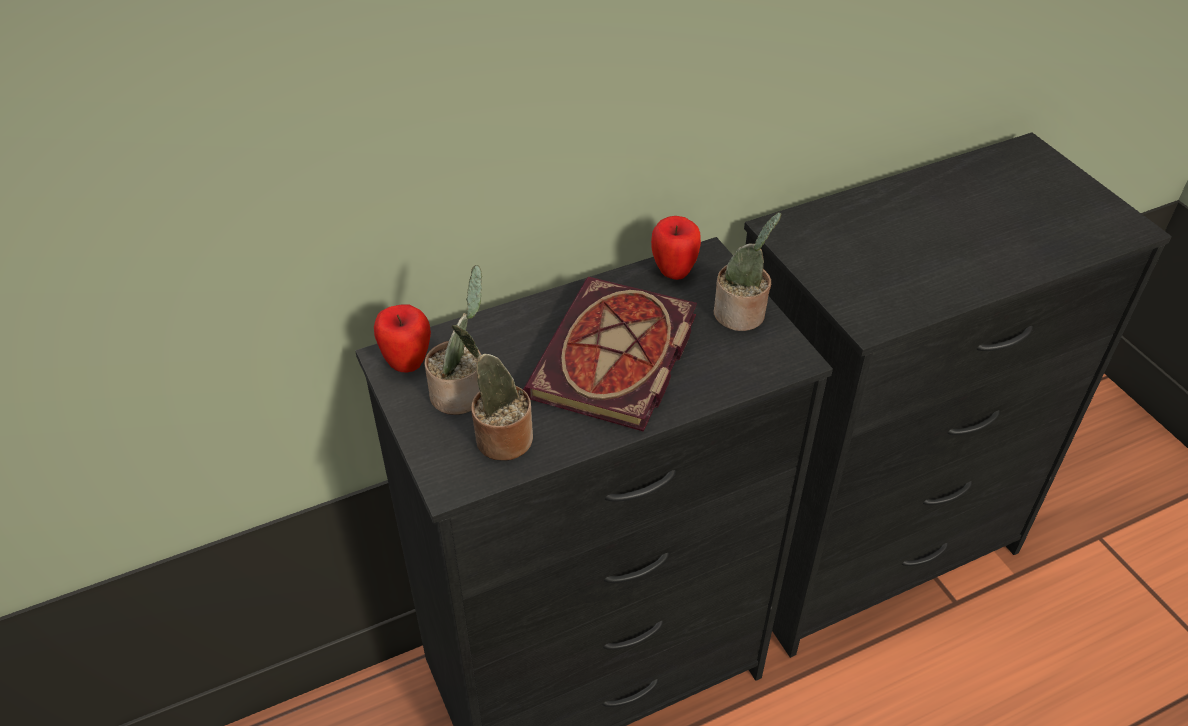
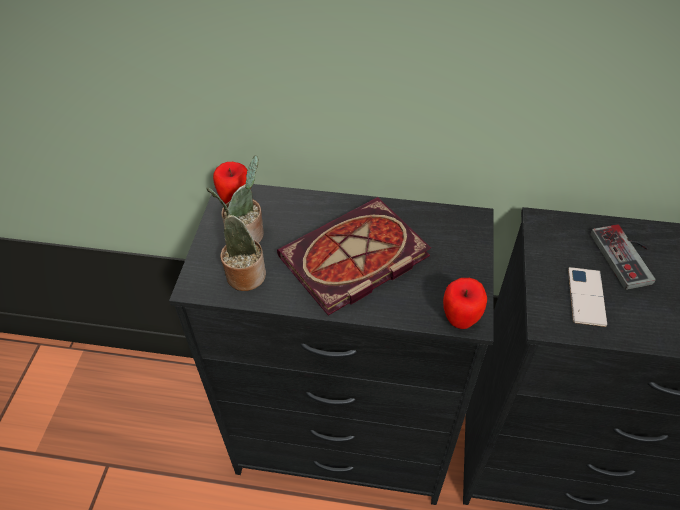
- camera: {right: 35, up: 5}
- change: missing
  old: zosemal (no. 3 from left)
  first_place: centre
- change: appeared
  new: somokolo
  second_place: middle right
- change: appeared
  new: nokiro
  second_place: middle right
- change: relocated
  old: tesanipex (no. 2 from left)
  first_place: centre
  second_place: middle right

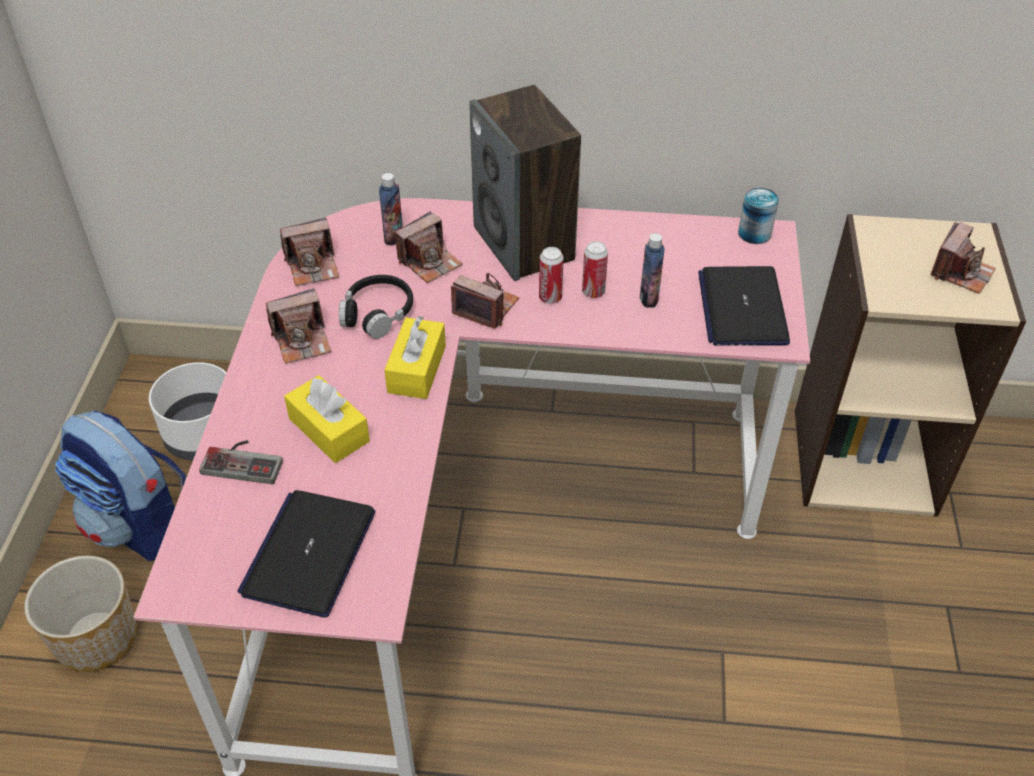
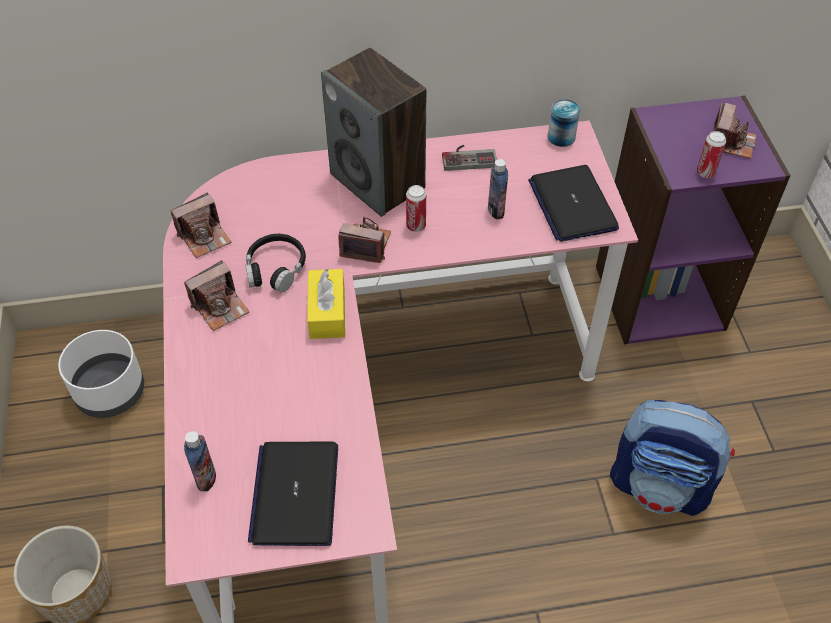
- camera: {right: -15, up: 5}
- change: missing
  old: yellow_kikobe (no. 1 from left)
  first_place: middle left
- change: missing
  old: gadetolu (no. 3 from left)
  first_place: top centre
- change: relocated
  old: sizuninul
  first_place: middle left
  second_place: bottom right
- change: relocated
  old: nokiro
  first_place: middle left
  second_place: top centre
- change: relocated
  old: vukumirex (no. 1 from left)
  first_place: top centre
  second_place: bottom left
- change: relocated
  old: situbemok (no. 2 from left in the first image)
  new: situbemok (no. 3 from left)
  first_place: centre
  second_place: top right
- change: colour
  old: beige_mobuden
  new: purple_mobuden
  first_place: middle right
  second_place: middle right

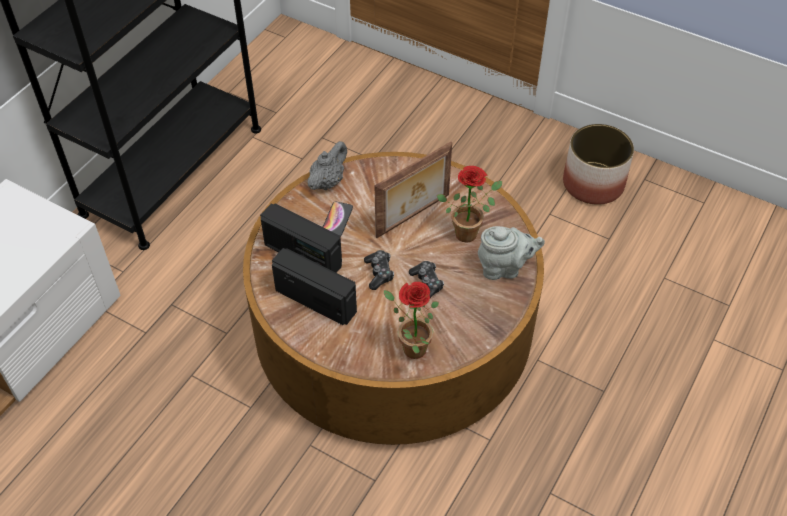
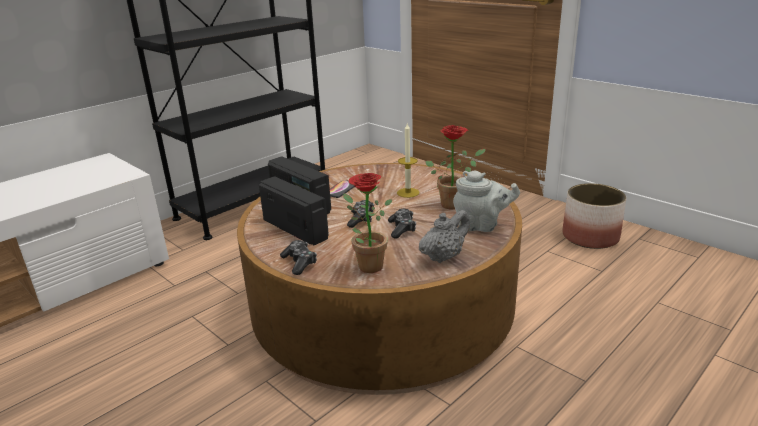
- camera: {right: 15, up: -25}
- change: appeared
  new: nokiro (no. 1 from left)
  second_place: centre
- change: relocated
  old: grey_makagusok (no. 1 from left)
  first_place: top centre
  second_place: centre
- change: exchanged
  old: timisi
  new: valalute
  first_place: centre
  second_place: centre

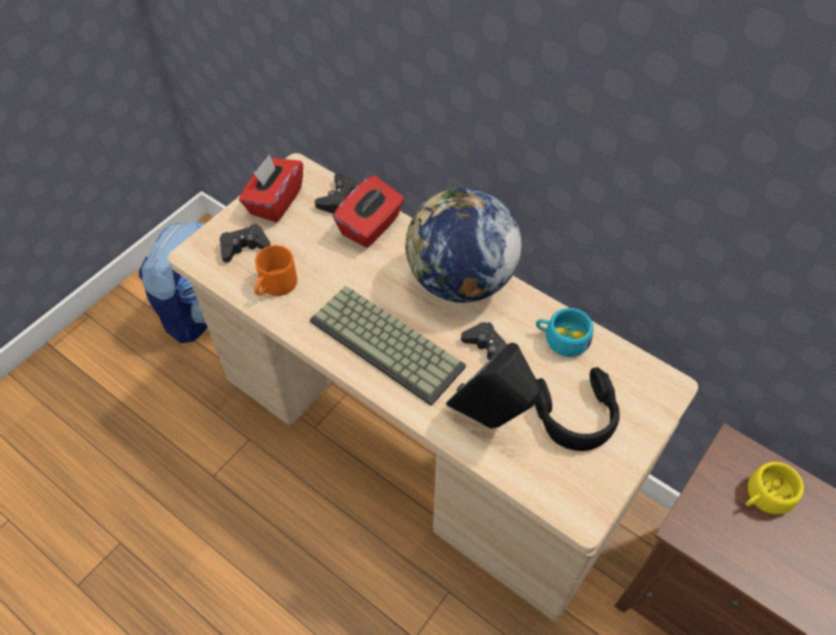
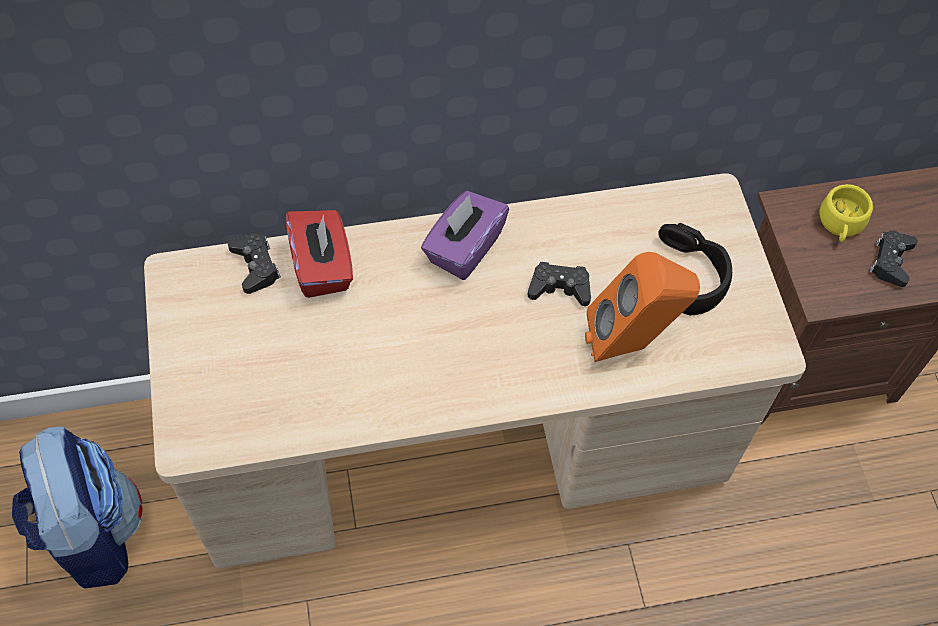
- camera: {right: -50, up: 5}
- change: missing
  old: red_kikobe (no. 1 from left)
  first_place: top left
- change: missing
  old: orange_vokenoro
  first_place: middle left
- change: missing
  old: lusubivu
  first_place: centre
- change: missing
  old: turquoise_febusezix
  first_place: middle right
- change: relocated
  old: black_nokiro (no. 1 from left in the first image)
  new: black_nokiro (no. 3 from left)
  first_place: middle left
  second_place: middle right
- change: exchanged
  old: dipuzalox
  new: purple_kikobe
  first_place: centre
  second_place: centre
- change: colour
  old: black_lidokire
  new: orange_lidokire
  first_place: centre
  second_place: middle right

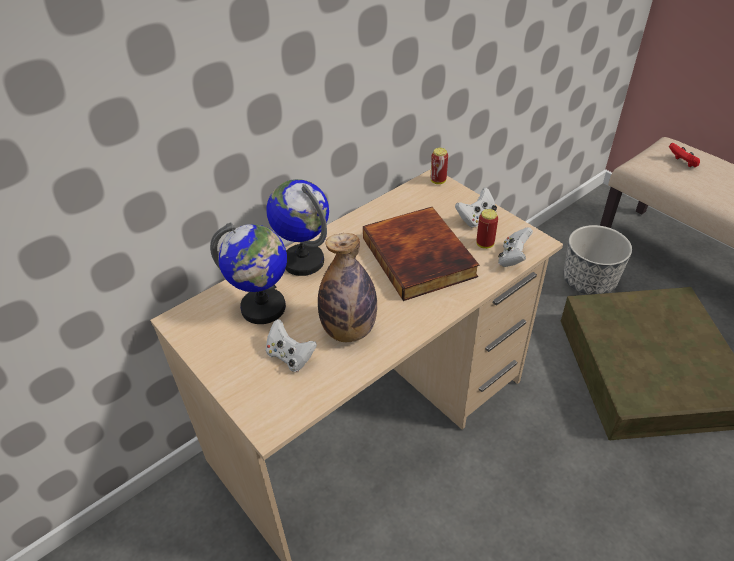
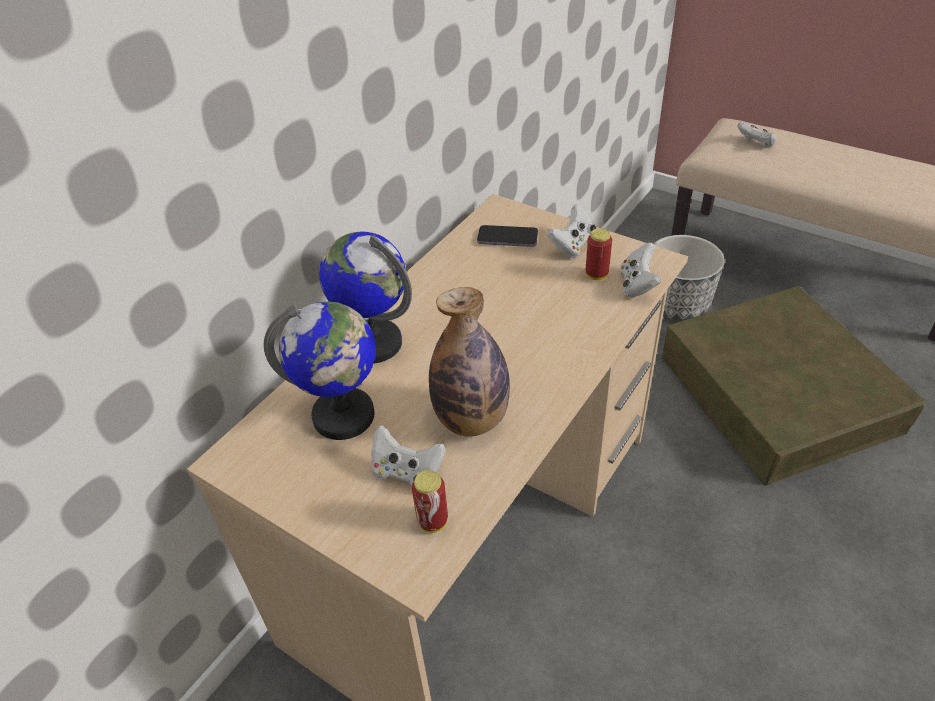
- camera: {right: -15, up: 0}
- change: missing
  old: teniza
  first_place: centre
- change: appeared
  new: somokolo
  second_place: centre
- change: relocated
  old: situbemok (no. 1 from left)
  first_place: top centre
  second_place: bottom centre
- change: colour
  old: red_nokiro
  new: white_nokiro (no. 4 from left)
  first_place: top right
  second_place: top right

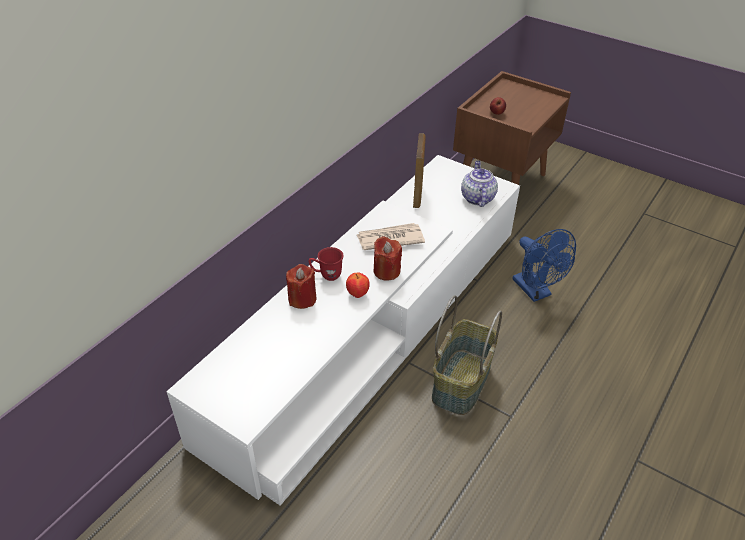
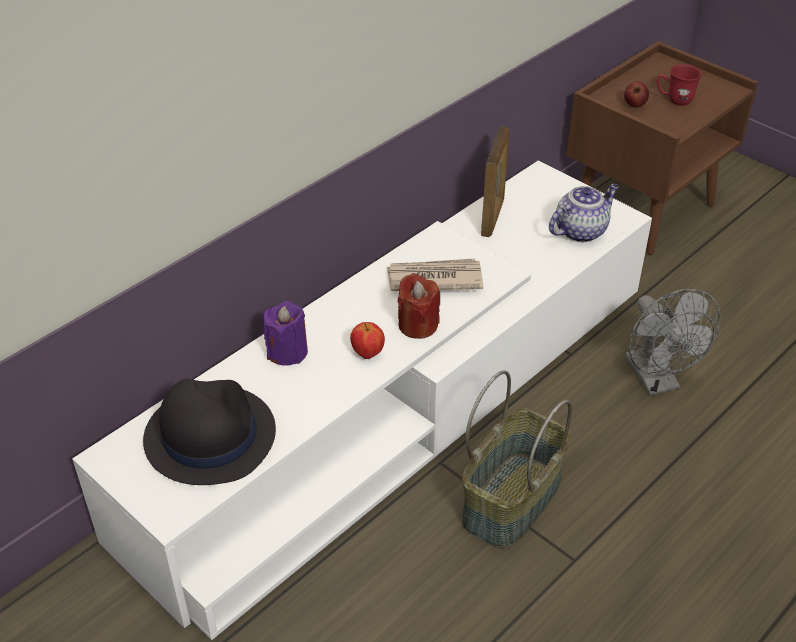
- camera: {right: 10, up: 0}
- change: appeared
  new: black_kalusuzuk
  second_place: bottom left
- change: relocated
  old: red_vokenoro
  first_place: centre
  second_place: top right
- change: colour
  old: red_valalute (no. 1 from left)
  new: purple_valalute
  first_place: centre
  second_place: centre
- change: colour
  old: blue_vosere
  new: grey_vosere
  first_place: middle right
  second_place: middle right
- change: spun
  old: makagusok
  first_place: centre
  second_place: top right
  degrees: 45

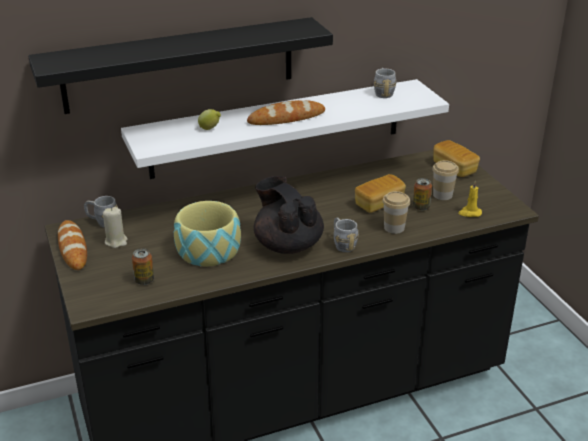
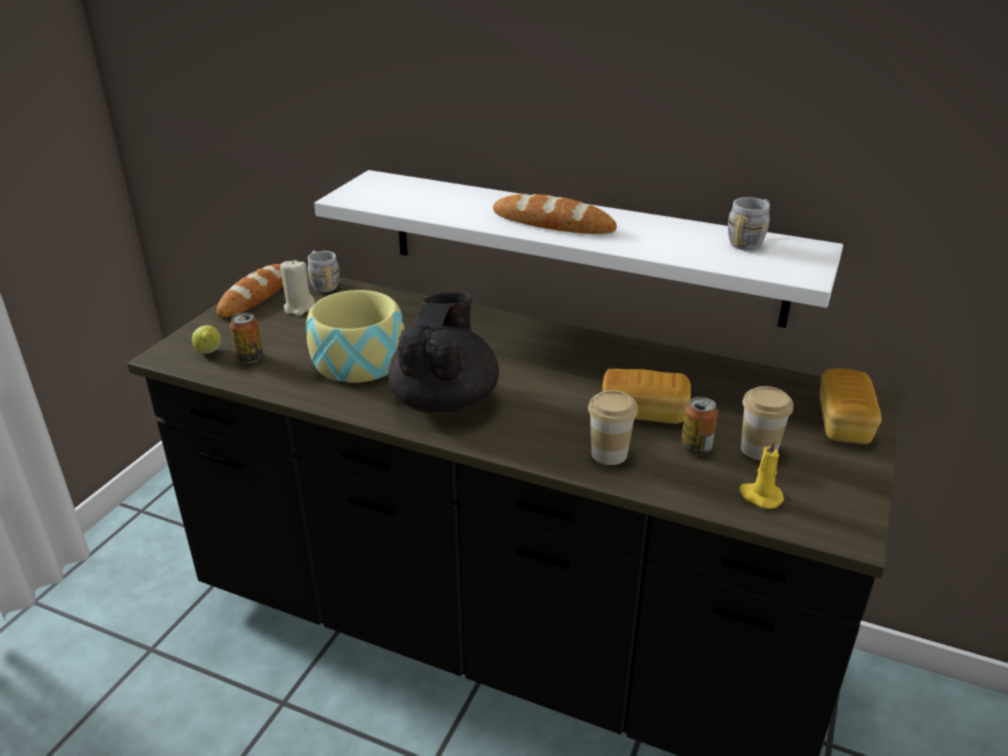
- camera: {right: 45, up: 0}
- change: missing
  old: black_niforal
  first_place: top left
- change: missing
  old: grey_vokenoro (no. 2 from left)
  first_place: centre
- change: relocated
  old: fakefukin
  first_place: top centre
  second_place: middle left

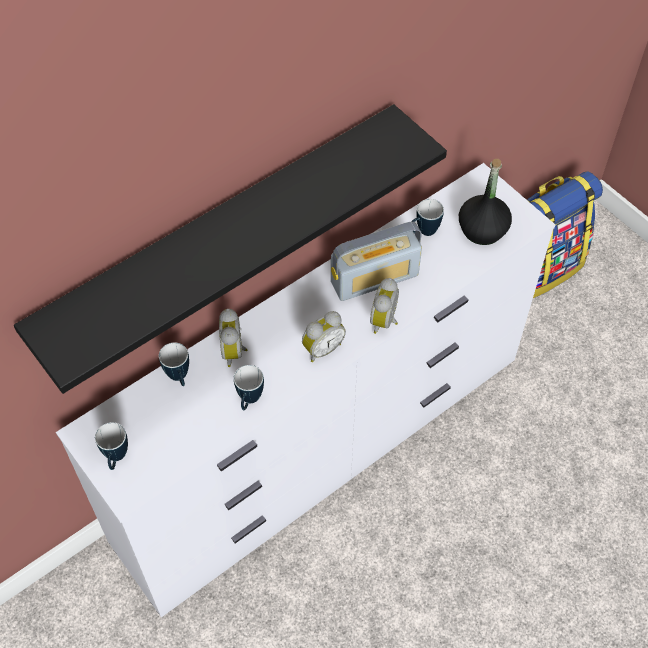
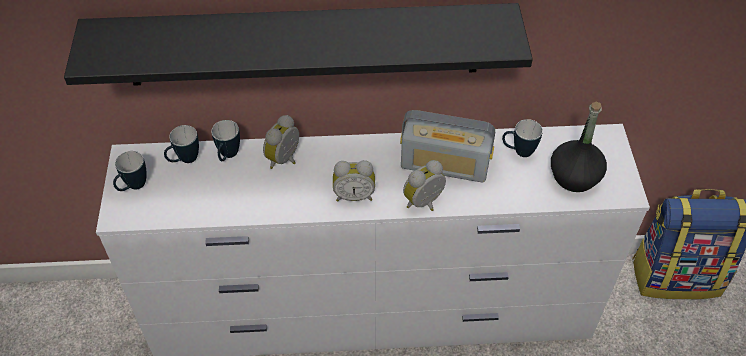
- camera: {right: 35, up: -5}
- change: relocated
  old: vokenoro (no. 3 from left in the first image)
  new: vokenoro (no. 2 from left)
  first_place: centre
  second_place: middle left

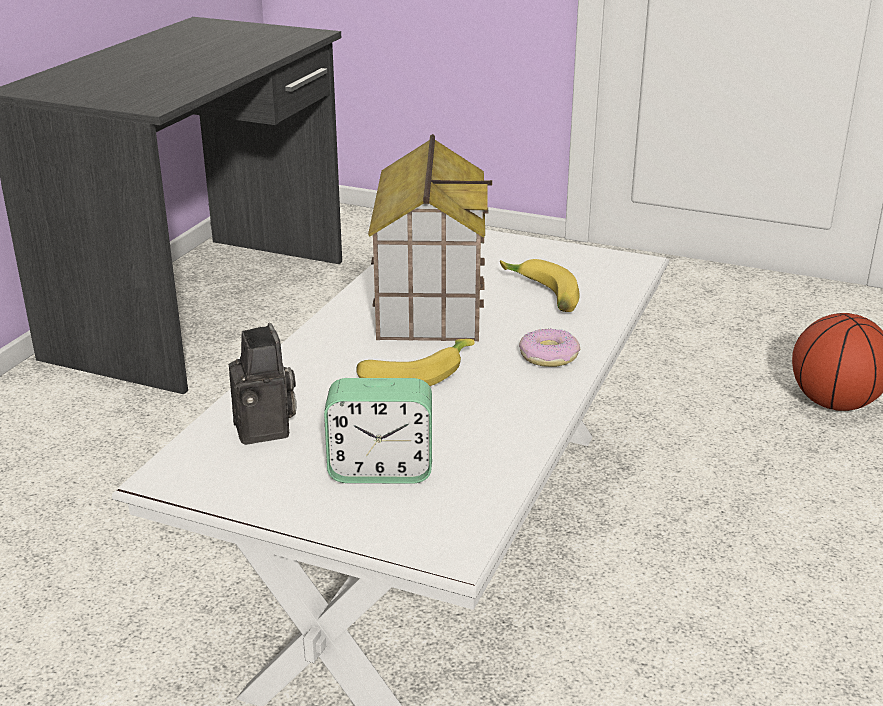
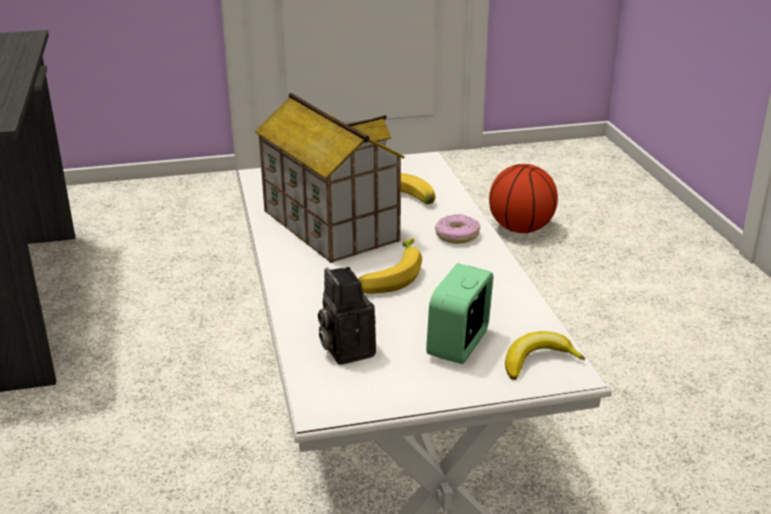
- camera: {right: -35, up: 0}
- change: appeared
  new: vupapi (no. 3 from left)
  second_place: bottom right
- change: spun
  old: gadetolu
  first_place: middle left
  second_place: centre
  degrees: -150
- change: spun
  old: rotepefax
  first_place: centre
  second_place: centre
  degrees: 150

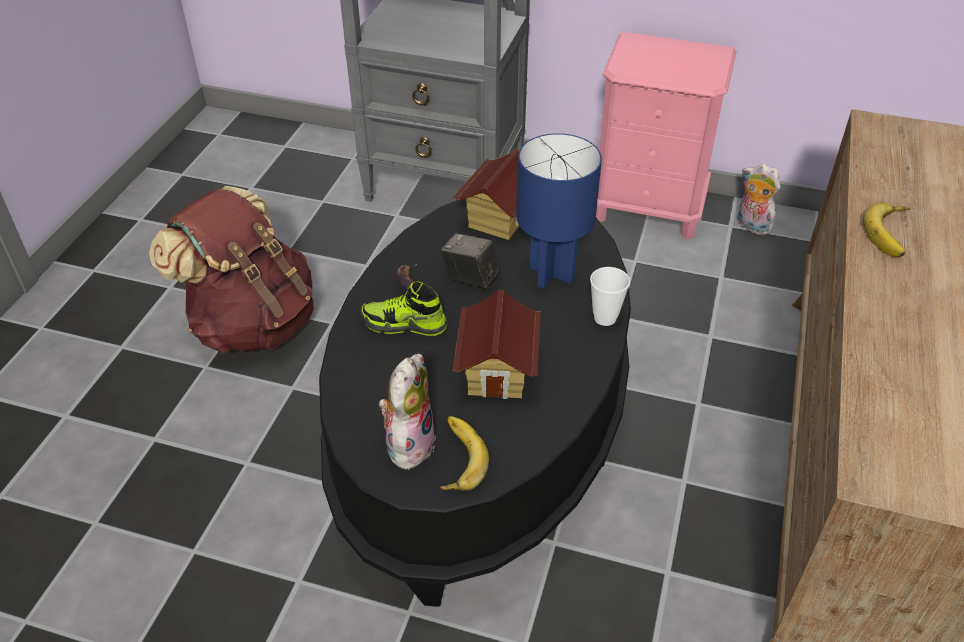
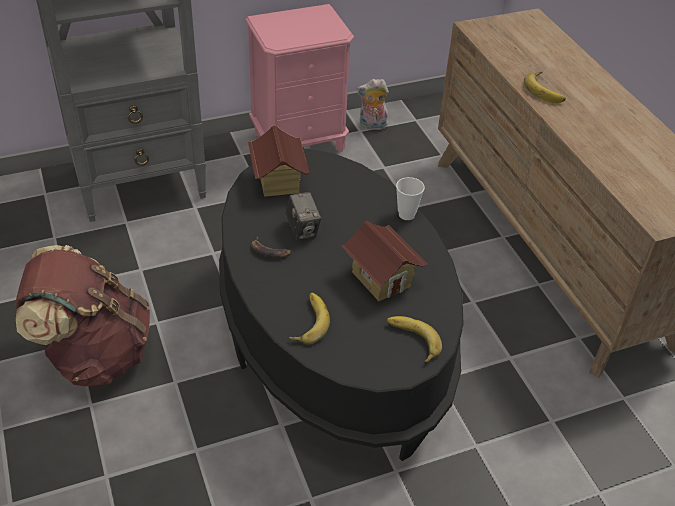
- camera: {right: -40, up: 0}
- change: missing
  old: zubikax
  first_place: centre
- change: missing
  old: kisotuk (no. 1 from left)
  first_place: centre
- change: missing
  old: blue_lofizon
  first_place: top centre
- change: appeared
  new: vupapi (no. 2 from left)
  second_place: centre
- change: spun
  old: gadetolu
  first_place: centre
  second_place: centre
  degrees: -105

